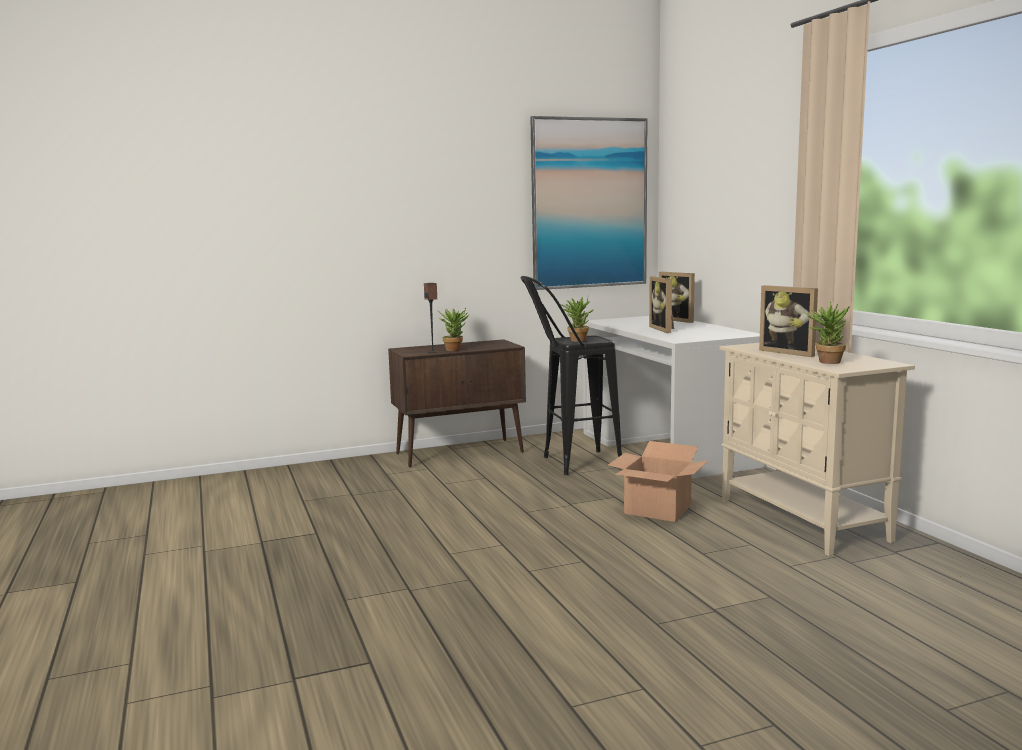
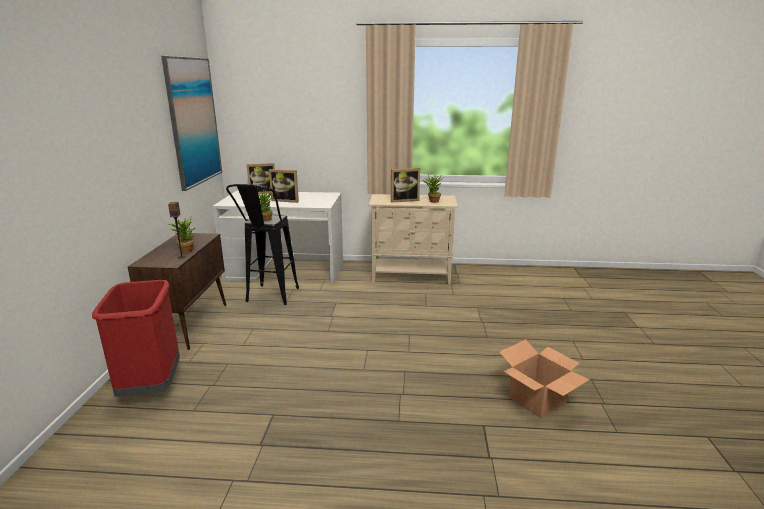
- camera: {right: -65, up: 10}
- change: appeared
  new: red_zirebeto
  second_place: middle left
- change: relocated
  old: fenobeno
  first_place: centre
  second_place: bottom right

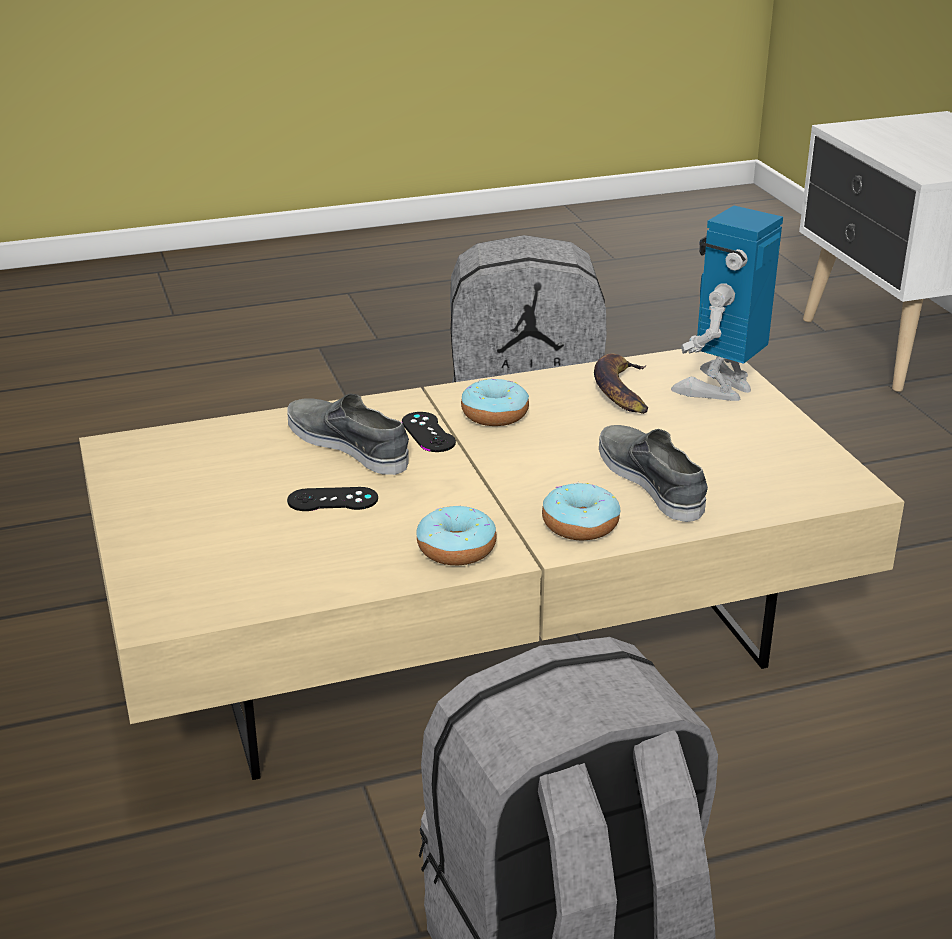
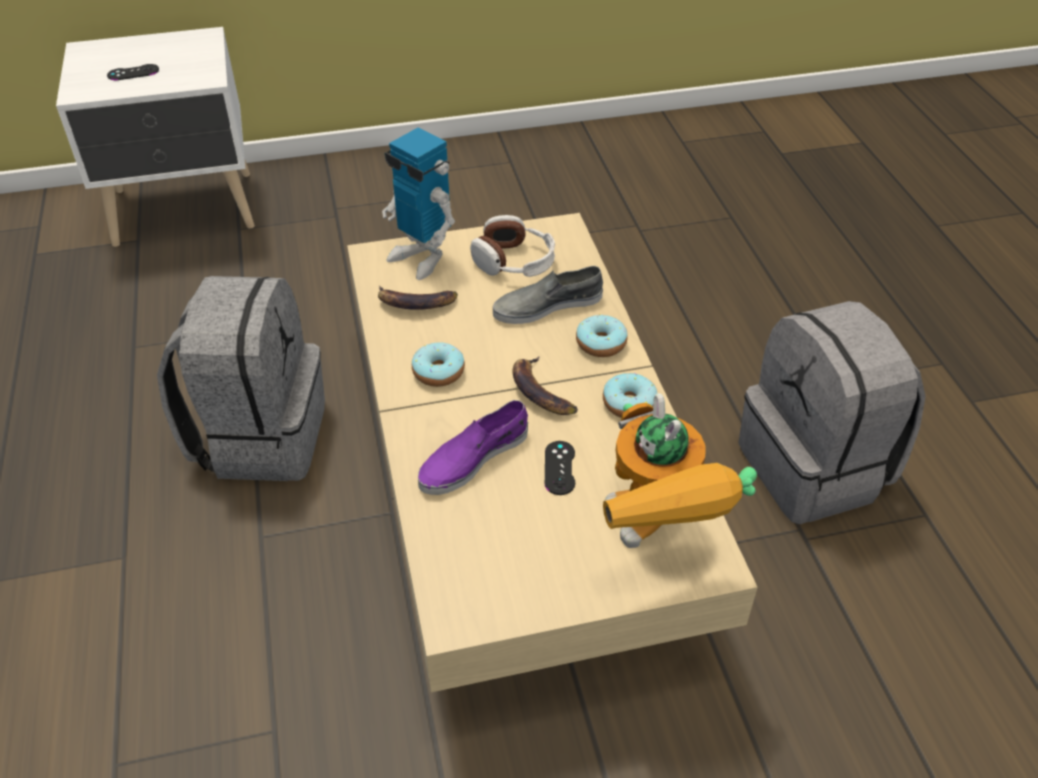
- camera: {right: -85, up: 15}
- change: appeared
  new: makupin
  second_place: top centre
- change: appeared
  new: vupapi (no. 2 from left)
  second_place: centre
- change: appeared
  new: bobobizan (no. 2 from left)
  second_place: centre
- change: relocated
  old: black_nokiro (no. 2 from left in the first image)
  new: black_nokiro (no. 1 from left)
  first_place: centre
  second_place: top left
- change: colour
  old: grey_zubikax (no. 1 from left)
  new: purple_zubikax
  first_place: centre
  second_place: centre

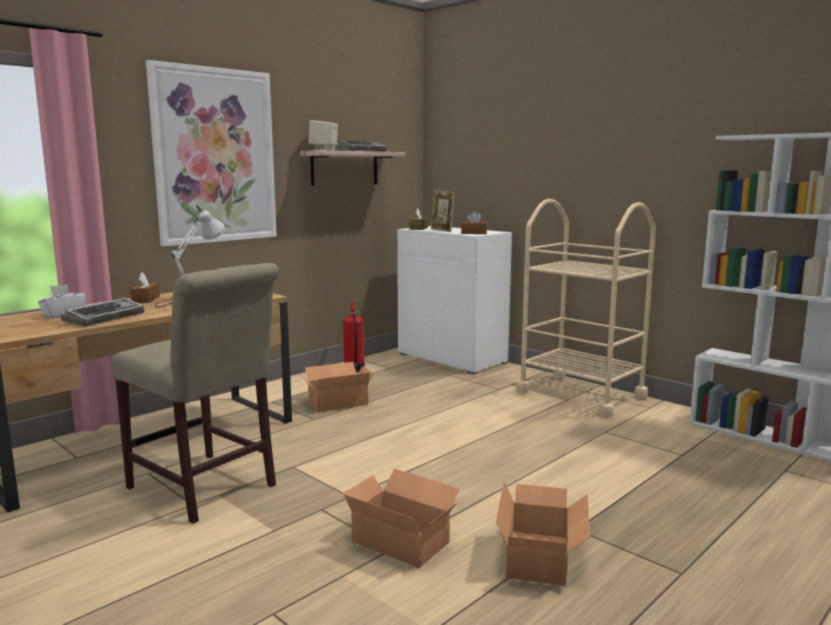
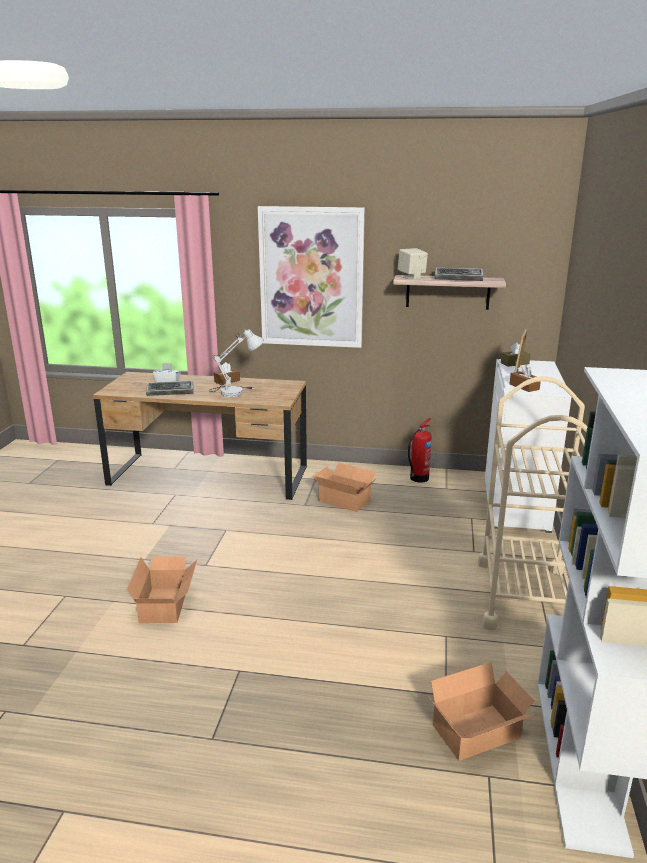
- camera: {right: 55, up: 10}
- change: missing
  old: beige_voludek
  first_place: middle left
- change: relocated
  old: fenobeno (no. 3 from left)
  first_place: bottom centre
  second_place: bottom right

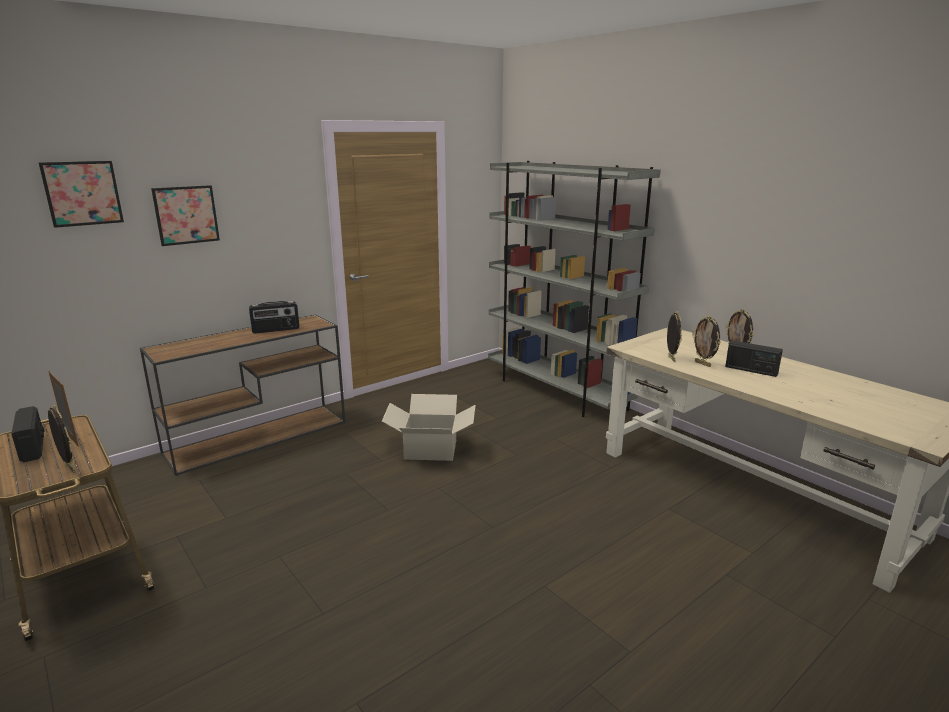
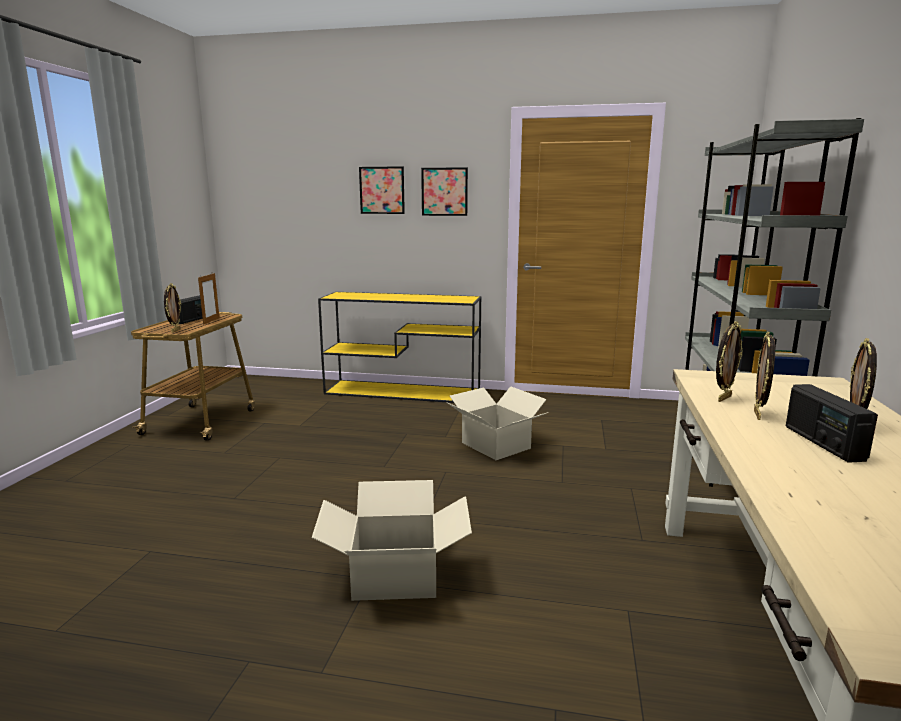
- camera: {right: 50, up: -5}
- change: missing
  old: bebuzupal (no. 2 from left)
  first_place: middle left
- change: appeared
  new: fenobeno (no. 1 from left)
  second_place: bottom centre
- change: relocated
  old: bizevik (no. 1 from left in the first image)
  new: bizevik (no. 2 from left)
  first_place: top left
  second_place: top centre
- change: colour
  old: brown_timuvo
  new: yellow_timuvo
  first_place: middle left
  second_place: centre

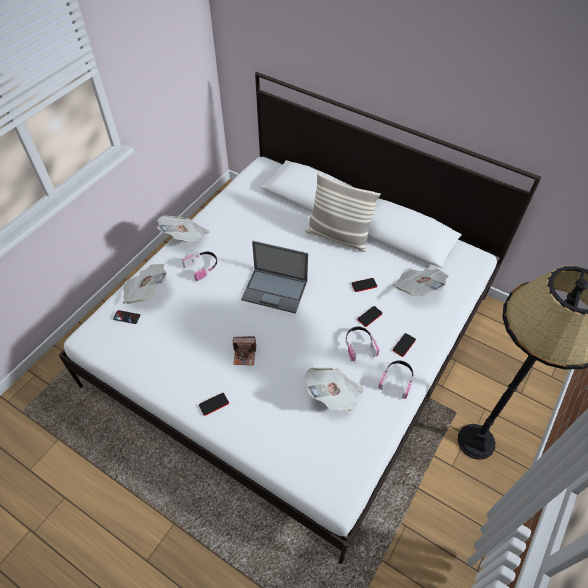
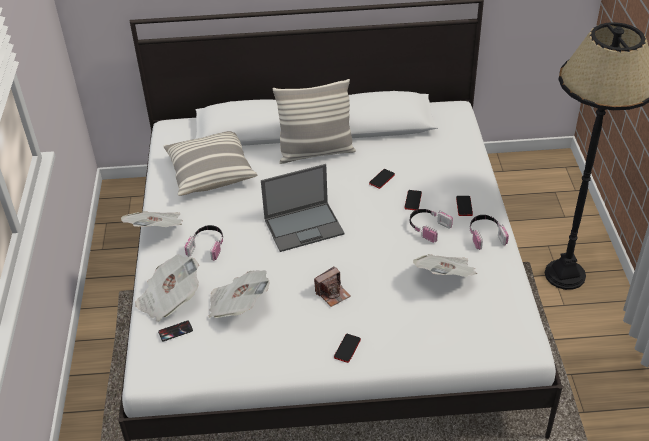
- camera: {right: -35, up: -10}
- change: appeared
  new: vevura (no. 1 from left)
  second_place: middle left
- change: relocated
  old: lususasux (no. 4 from left in the first image)
  new: lususasux (no. 3 from left)
  first_place: middle right
  second_place: bottom centre

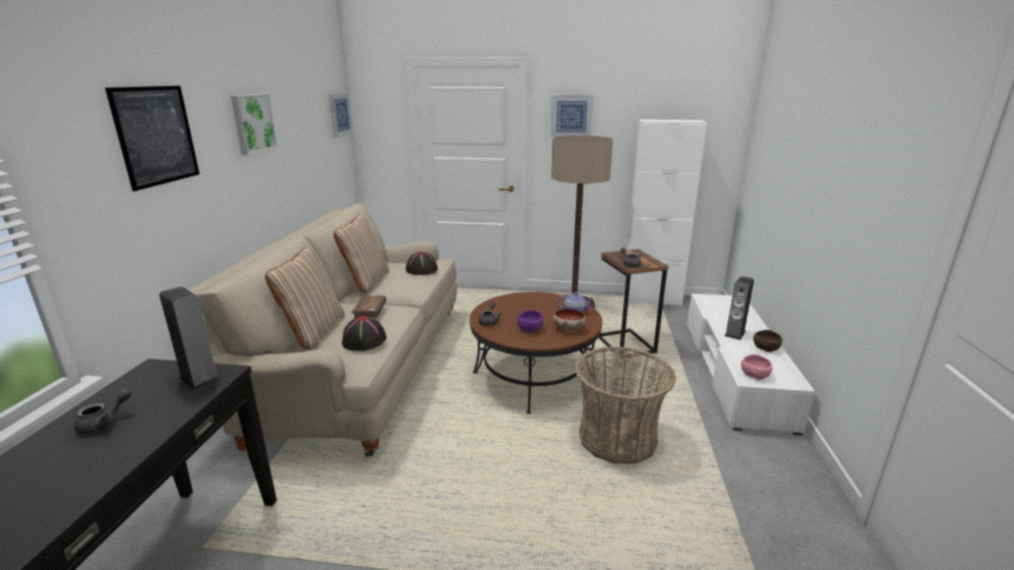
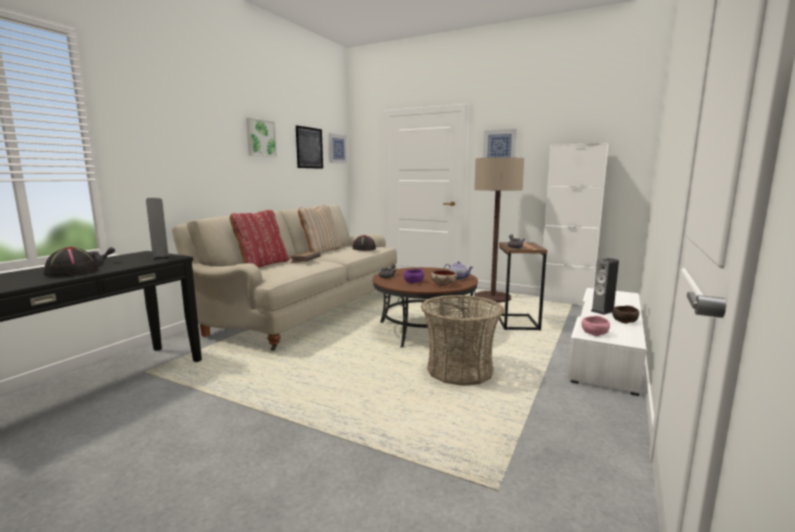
- camera: {right: 20, up: -10}
- change: relocated
  old: bizevik (no. 1 from left in the first image)
  new: bizevik (no. 2 from left)
  first_place: top left
  second_place: top centre
- change: relocated
  old: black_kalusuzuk (no. 1 from left)
  first_place: centre
  second_place: middle left
- change: colour
  old: beige_vevura (no. 1 from left)
  new: red_vevura
  first_place: middle left
  second_place: middle left

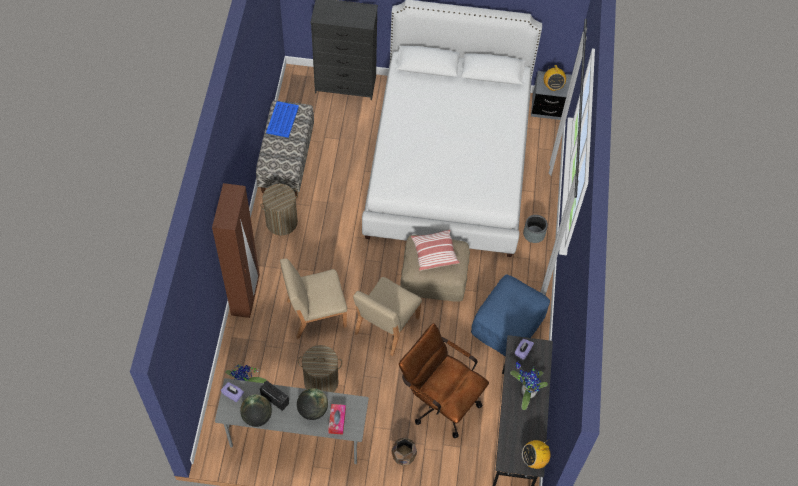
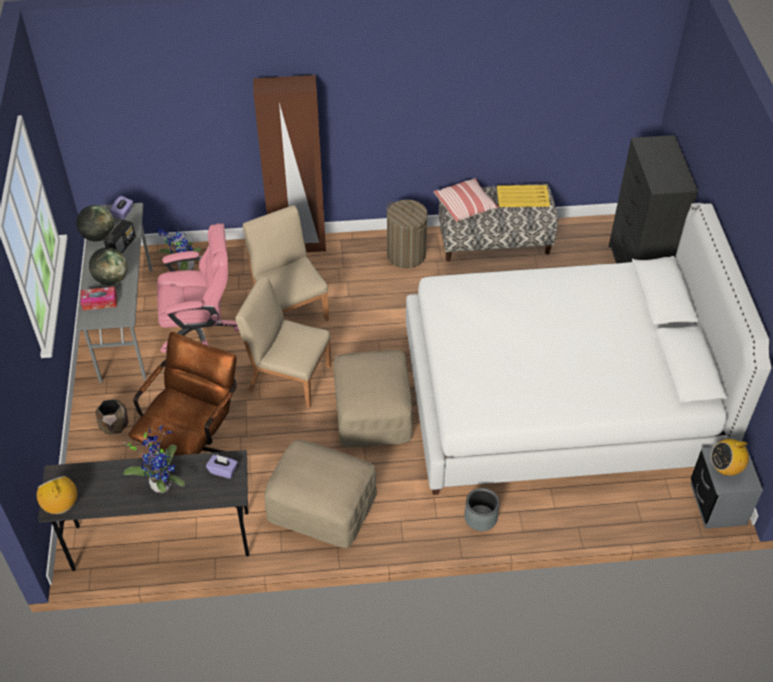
- camera: {right: 80, up: -10}
- change: relocated
  old: vevura
  first_place: centre
  second_place: top centre
- change: exchanged
  old: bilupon (no. 2 from left)
  new: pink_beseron
  first_place: bottom centre
  second_place: middle left
- change: colour
  old: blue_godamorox
  new: yellow_godamorox
  first_place: top centre
  second_place: top right
- change: colour
  old: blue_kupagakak
  new: beige_kupagakak (no. 1 from left)
  first_place: centre
  second_place: bottom centre

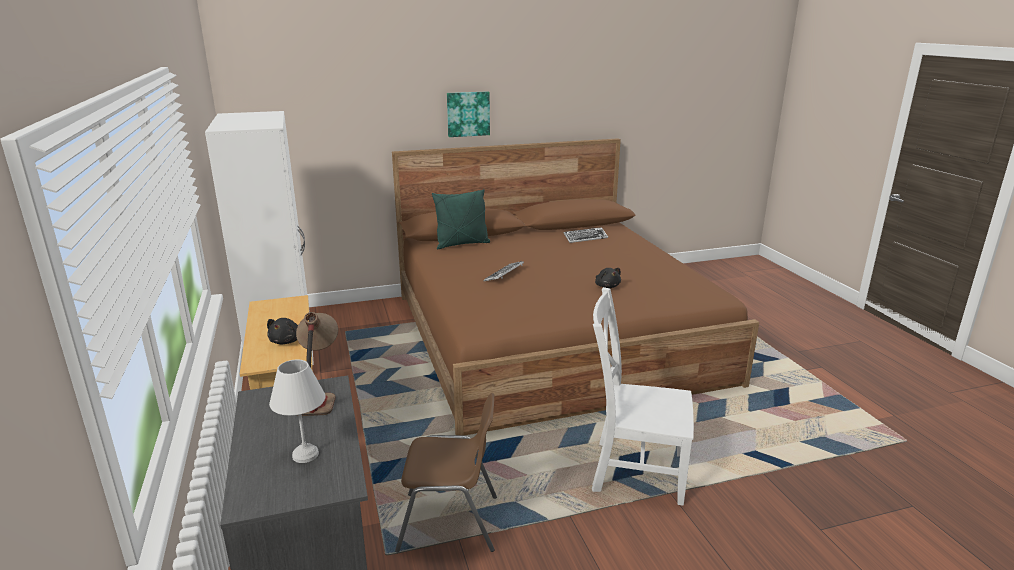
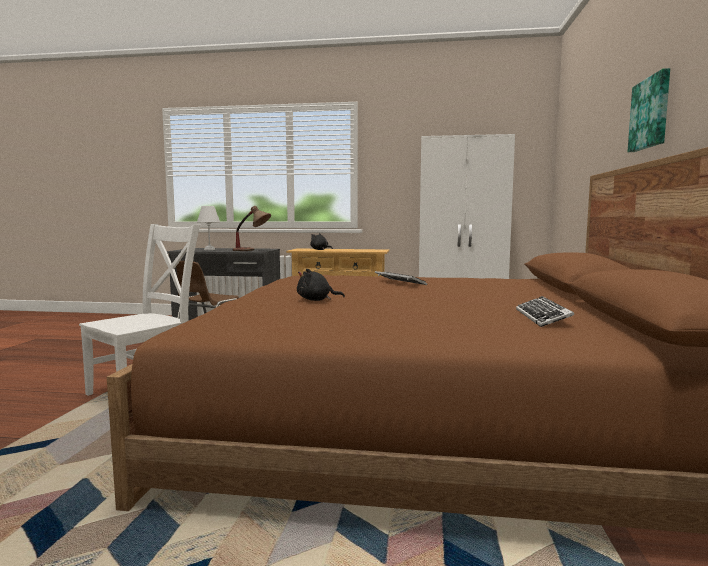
- camera: {right: 115, up: -15}
- change: missing
  old: green_vevura
  first_place: centre

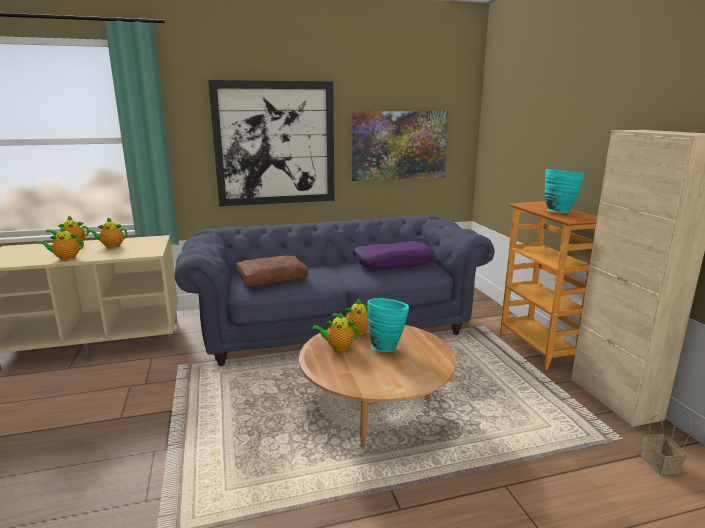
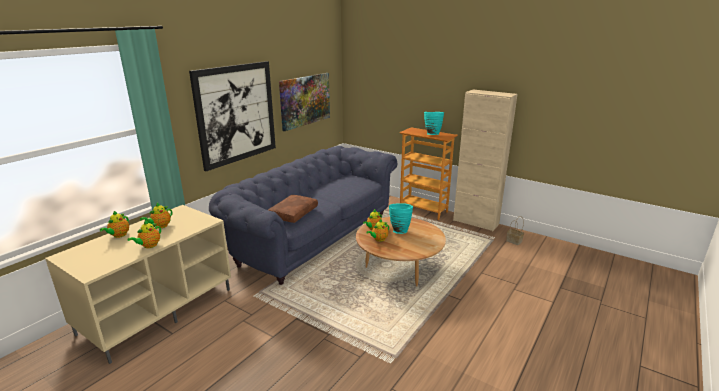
- camera: {right: -40, up: 5}
- change: missing
  old: purple_vevura
  first_place: centre

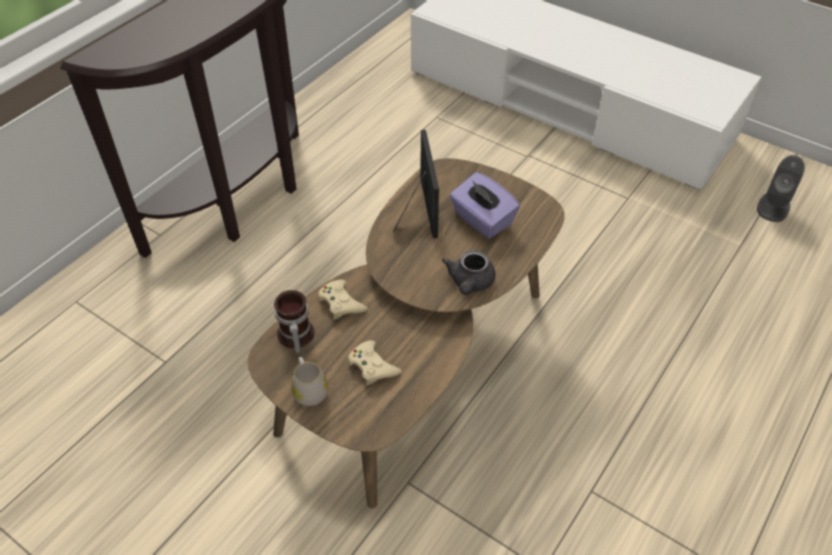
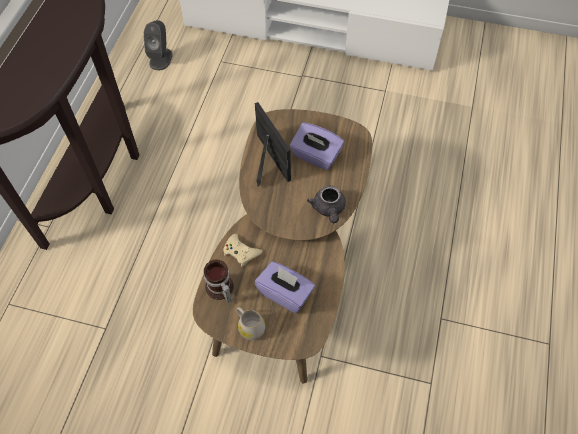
- camera: {right: -20, up: 10}
- change: relocated
  old: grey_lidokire
  first_place: middle right
  second_place: top left
- change: exchanged
  old: beige_nokiro (no. 2 from left)
  new: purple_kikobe (no. 1 from left)
  first_place: centre
  second_place: centre

